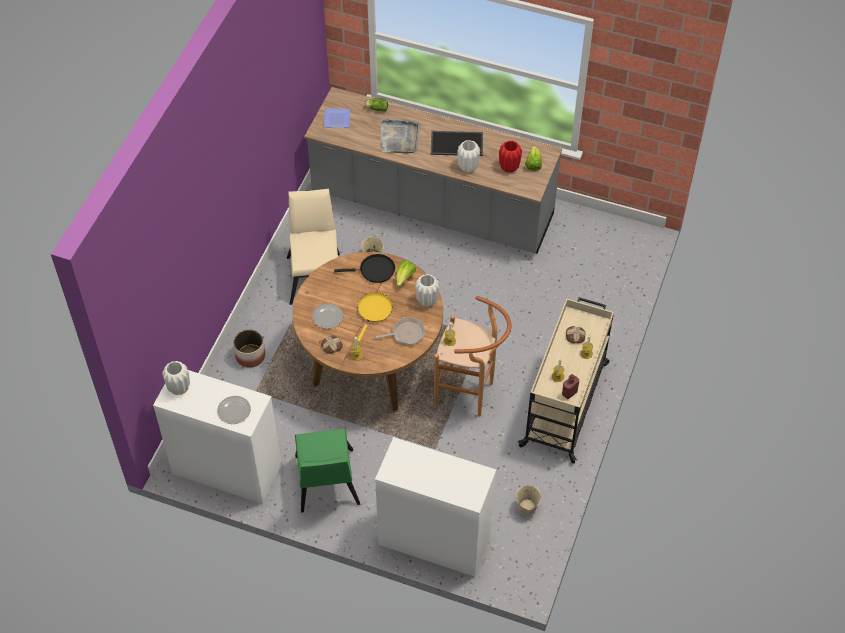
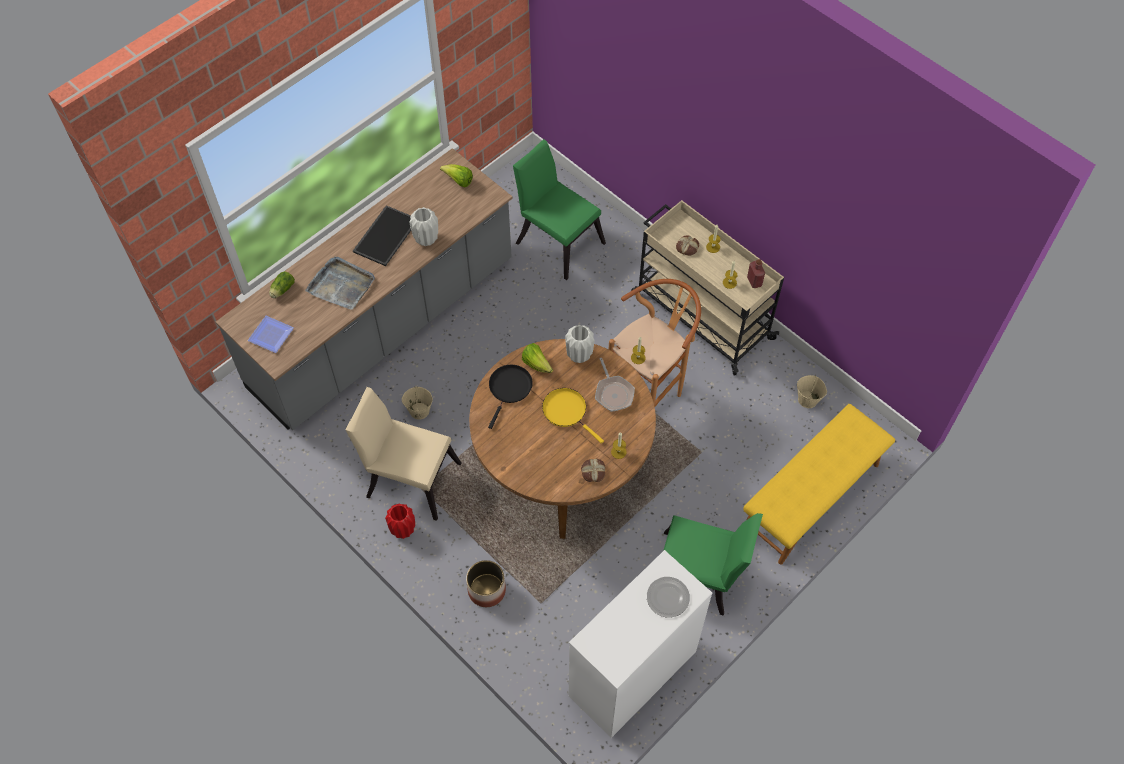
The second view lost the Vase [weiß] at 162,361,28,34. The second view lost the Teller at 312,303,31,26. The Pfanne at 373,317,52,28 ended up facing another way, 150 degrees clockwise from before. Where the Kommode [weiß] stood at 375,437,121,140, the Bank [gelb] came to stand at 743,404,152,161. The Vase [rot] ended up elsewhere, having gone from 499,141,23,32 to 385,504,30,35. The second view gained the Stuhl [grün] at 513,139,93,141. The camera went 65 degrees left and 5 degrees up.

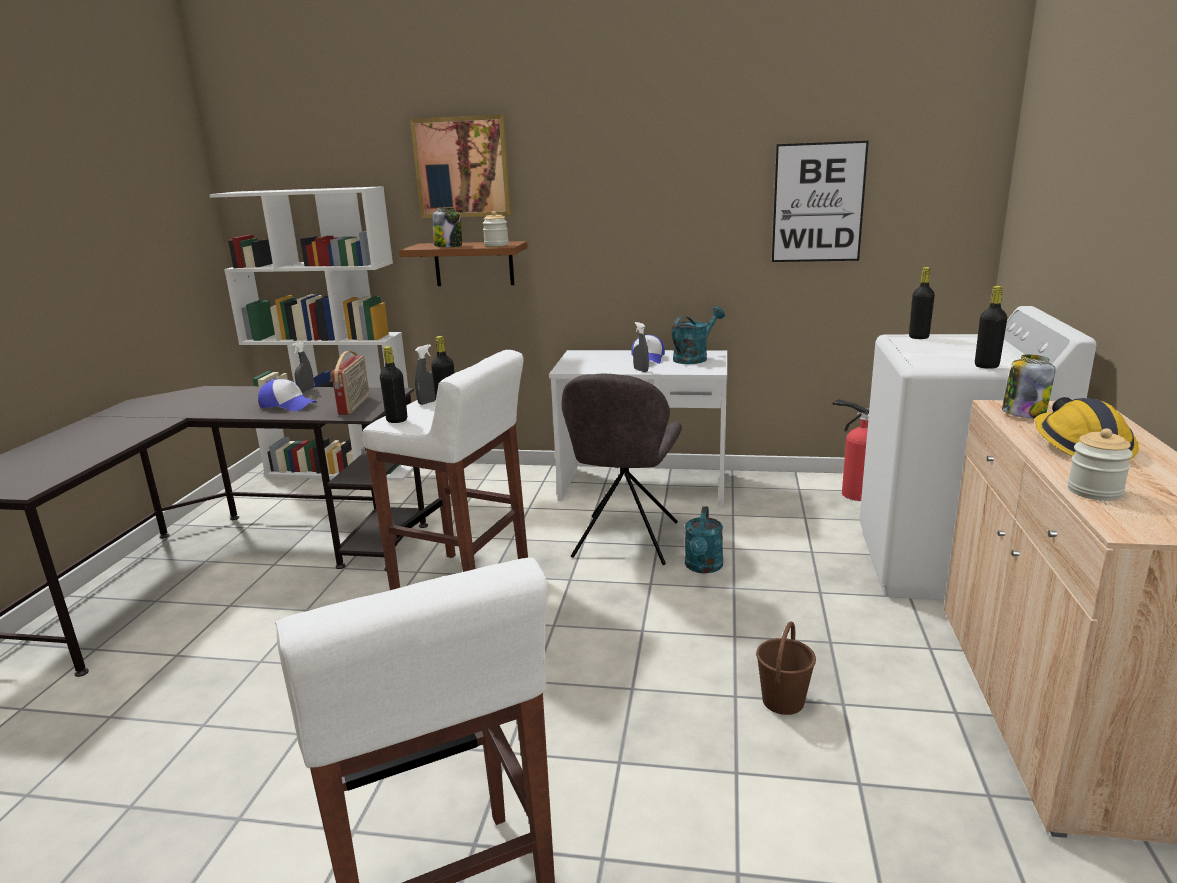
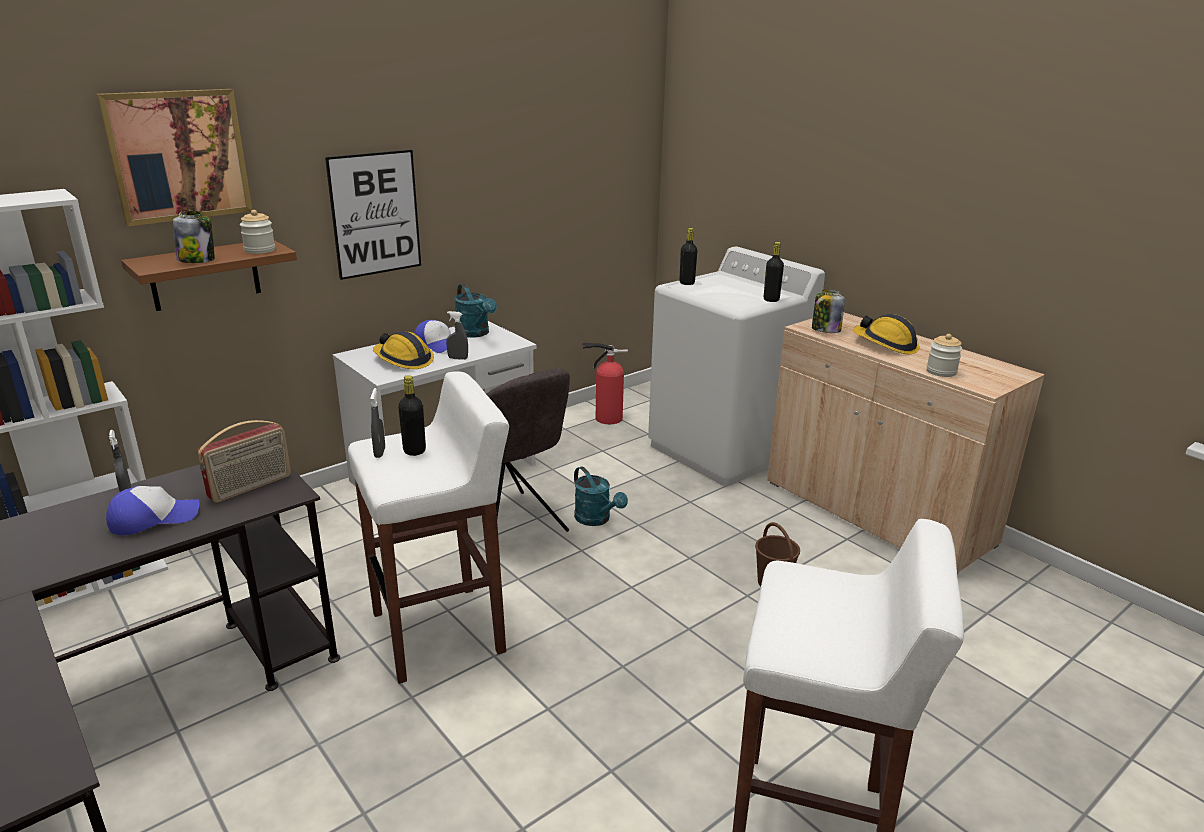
The Radio at 332,351,37,64 ended up facing another way, 90 degrees clockwise from before. The second view lost the Flasche [schwarz] at 380,346,27,77. The Gießkanne [türkis] at 672,306,53,58 ended up facing another way, 150 degrees clockwise from before. The Bild ended up elsewhere, having gone from 772,141,97,121 to 325,150,96,130. The second view gained the Schutzhelm at 373,331,61,38. The camera went 50 degrees left and 5 degrees up.

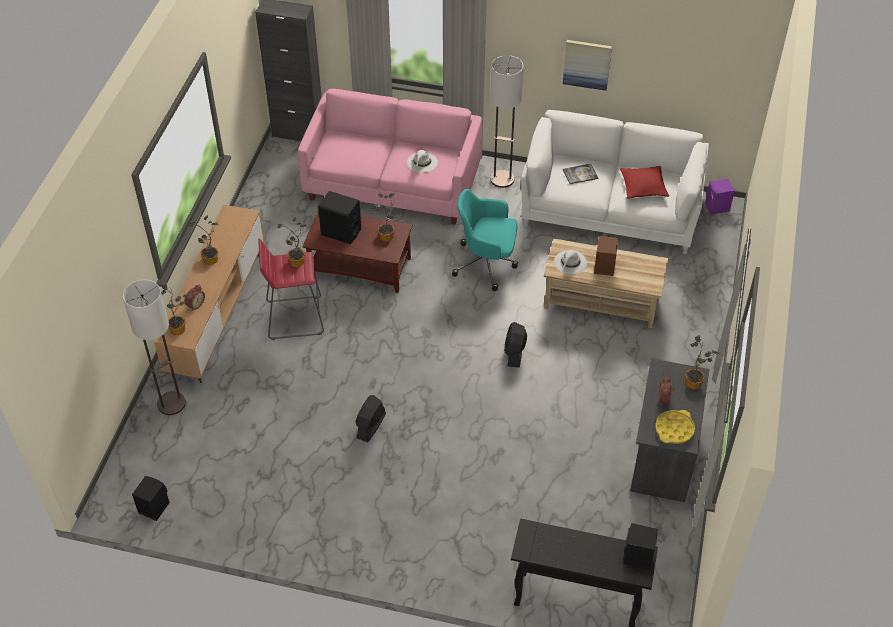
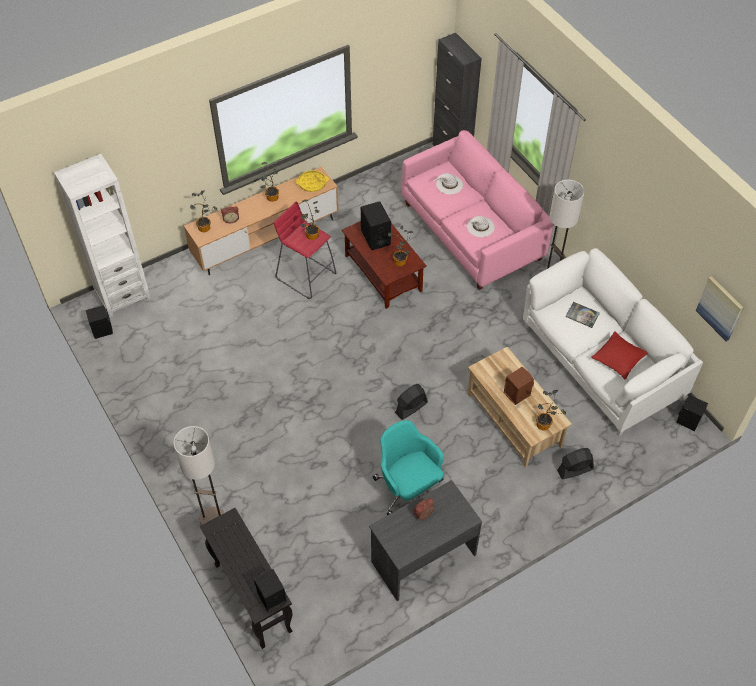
The Stehlampe ended up elsewhere, having gone from 123,280,63,135 to 173,426,51,99. The Ventilator [schwarz] ended up elsewhere, having gone from 355,395,31,48 to 557,448,37,31. The Bürostuhl [türkis] ended up elsewhere, having gone from 452,189,66,102 to 373,420,71,95. The Hut [weiß] ended up elsewhere, having gone from 554,250,33,24 to 433,173,30,21. The Bild ended up elsewhere, having gone from 563,40,49,51 to 696,276,48,65. The Tablett [gelb] ended up elsewhere, having gone from 655,410,40,34 to 296,170,33,22. The Topfpflanze ended up elsewhere, having gone from 685,335,34,54 to 536,390,30,41. What was the Lautsprecher [lila] at 705,179,30,36 turned into the Lautsprecher [schwarz] at 677,395,31,36. The second view gained the Bücherregal [weiß] at 54,154,97,163. The camera went 45 degrees right and 5 degrees up.

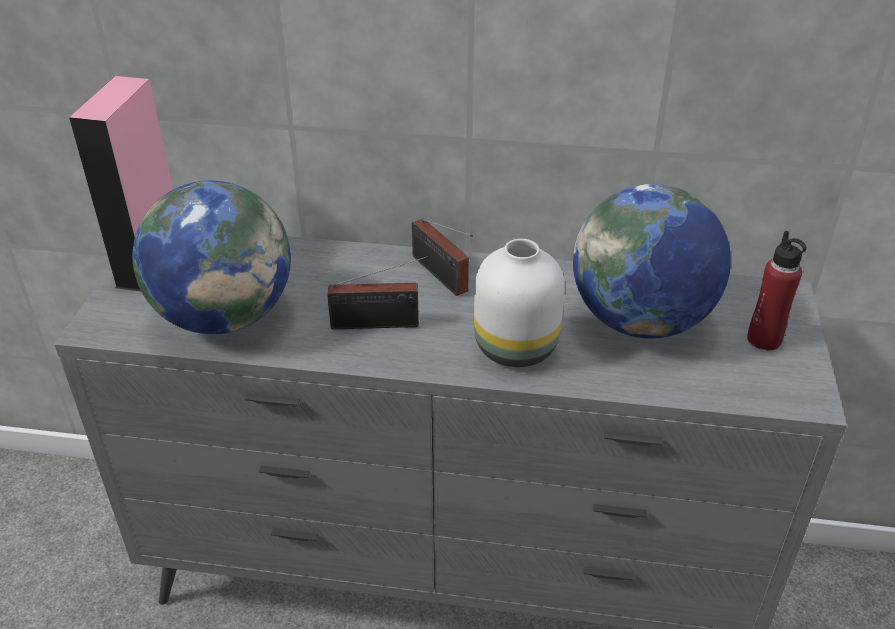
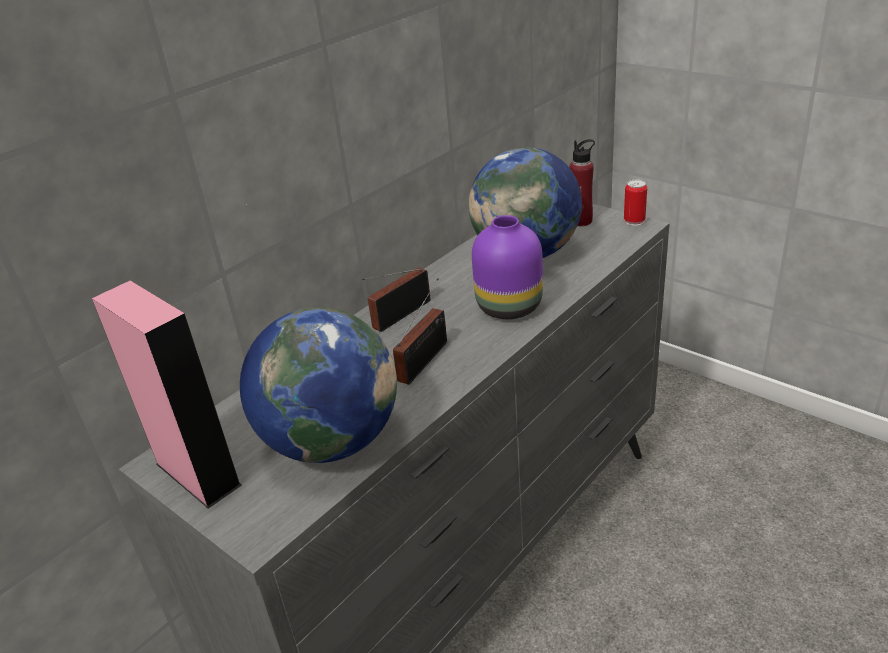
The Radio at 412,219,61,77 ended up facing another way, 135 degrees clockwise from before. What was the Vase [weiß] at 474,239,91,128 turned into the Vase [lila] at 472,215,71,104. The second view gained the Dose at 624,180,23,46. The camera went 55 degrees left and 5 degrees down.

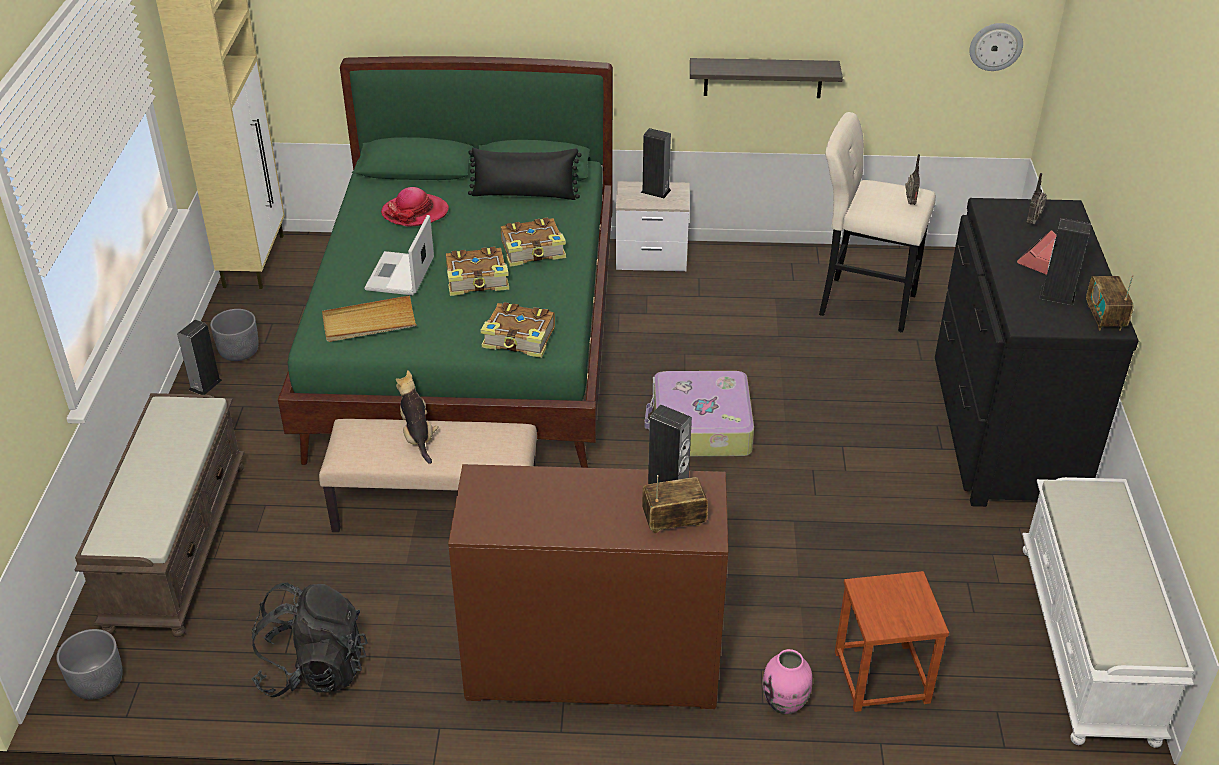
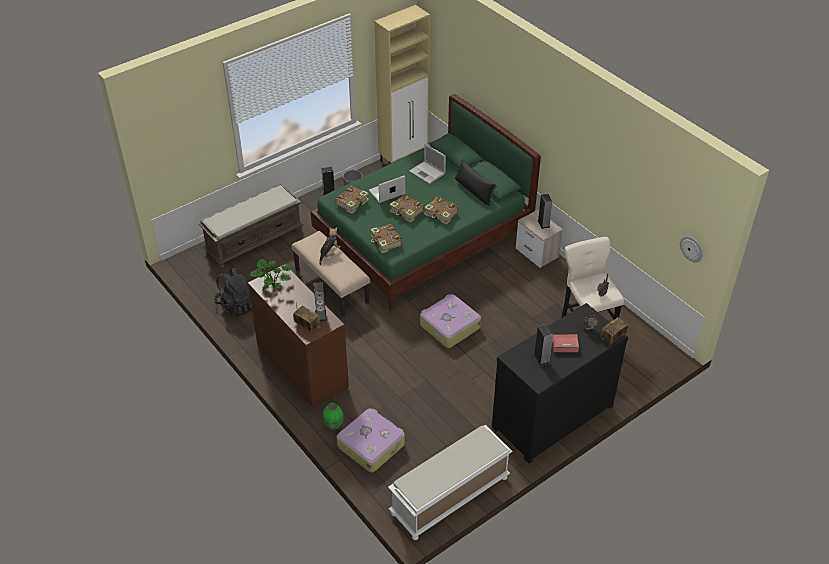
The second view lost the Pflanzkübel [grau] at 56,629,67,71. Where the Tablett [beige] stood at 322,295,95,47, the Buch came to stand at 335,186,34,28. Where the Hut stood at 381,187,68,39, the Laptop came to stand at 409,144,37,40. The second view lost the Wandregal at 690,58,153,40. What was the Vase [rosa] at 763,649,50,65 turned into the Vase [grün] at 323,403,21,27. Where the Hocker [braun] stood at 835,571,114,141, the Koffer came to stand at 337,408,68,65. The Radio ended up elsewhere, having gone from 1086,275,48,56 to 601,317,27,28. The second view gained the Topfpflanze at 249,259,43,32. The camera went 50 degrees right and 5 degrees up.

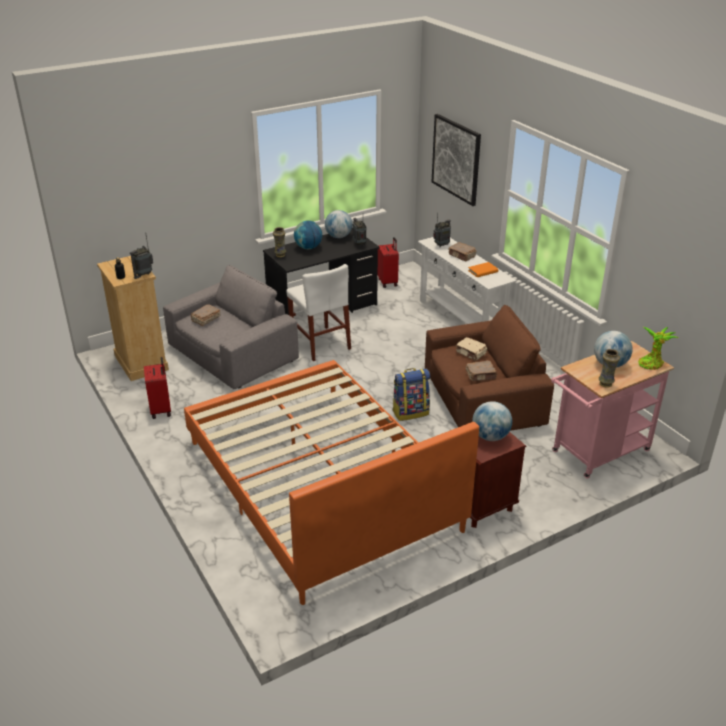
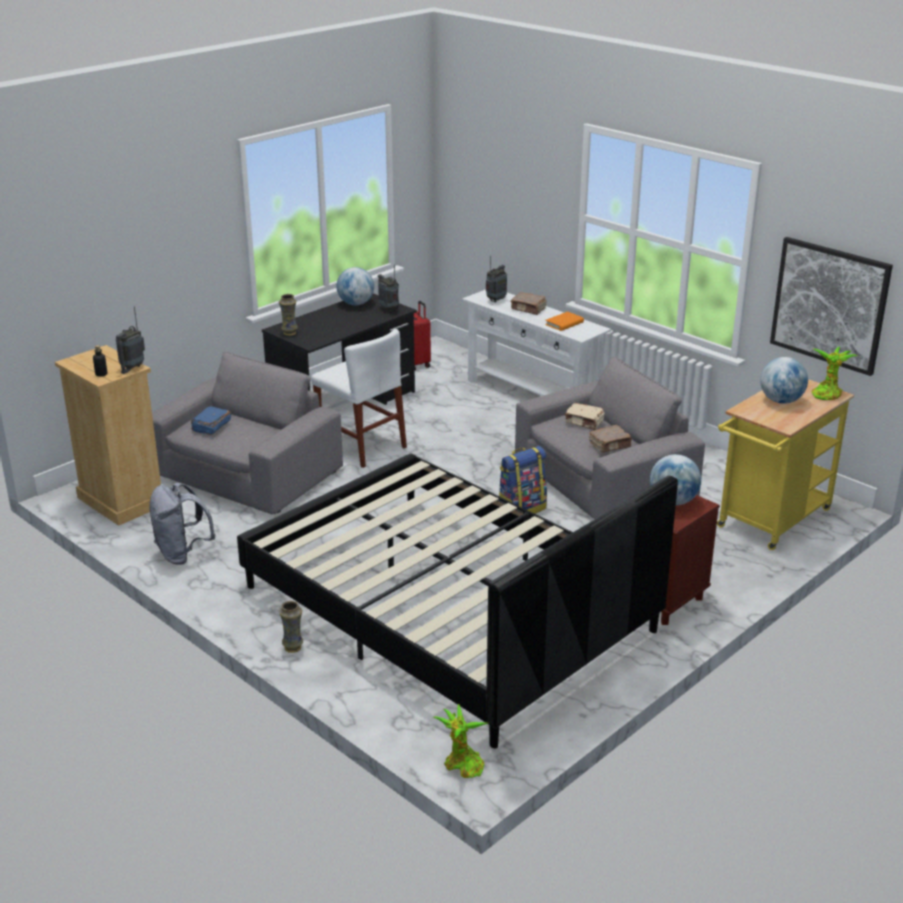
Where the Koffer [rot] stood at 144,357,27,62, the Rucksack [grau] came to stand at 149,483,66,82. What was the Bett [orange] at 184,360,295,245 turned into the Bett [schwarz] at 237,453,441,295. What was the Buch [braun] at 191,304,29,22 turned into the Buch [blau] at 191,407,40,29. The second view lost the Globus at 294,220,28,29. What was the Sessel [braun] at 425,305,129,126 turned into the Sessel [grau] at 515,357,190,163. The Bild ended up elsewhere, having gone from 432,114,49,92 to 770,237,123,139. What was the Rollwagen [rosa] at 551,341,123,138 turned into the Rollwagen [gelb] at 717,379,137,171. The Vase ended up elsewhere, having gone from 599,349,21,39 to 279,601,24,52. The second view gained the Topfpflanze at 433,704,55,74. The camera went 15 degrees left and 5 degrees down.

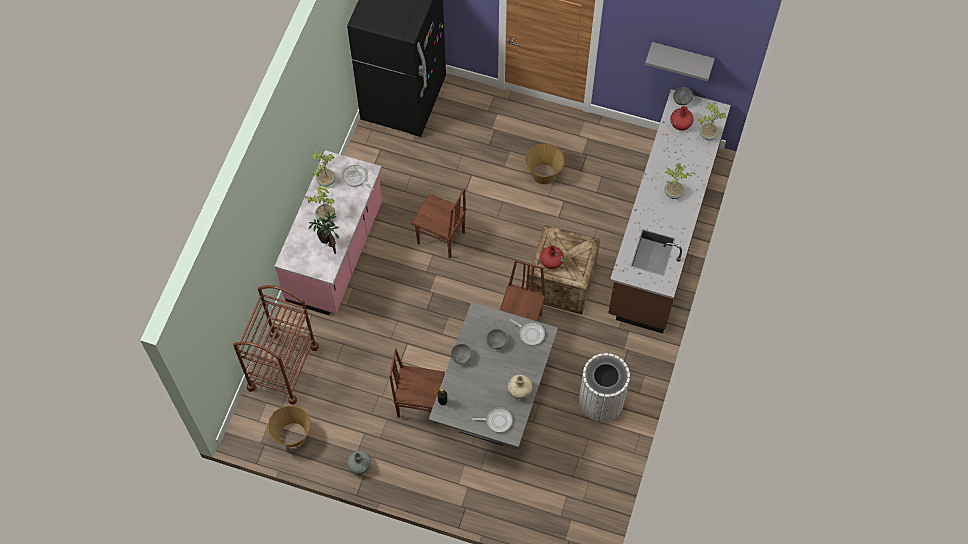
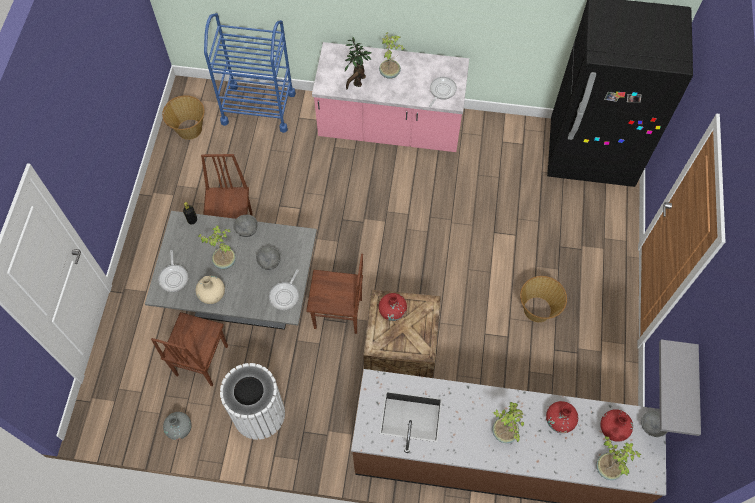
What was the Rollwagen [braun] at 233,285,86,120 turned into the Rollwagen [blau] at 204,13,92,120. The Topfpflanze ended up elsewhere, having gone from 312,150,24,37 to 198,225,38,44. The Vase [grau] ended up elsewhere, having gone from 347,451,24,24 to 163,412,29,28. The Stuhl [braun] ended up elsewhere, having gone from 412,188,55,70 to 151,312,77,74. The second view gained the Vase [rot] at 546,401,32,32. The camera went 80 degrees right and 0 degrees up.

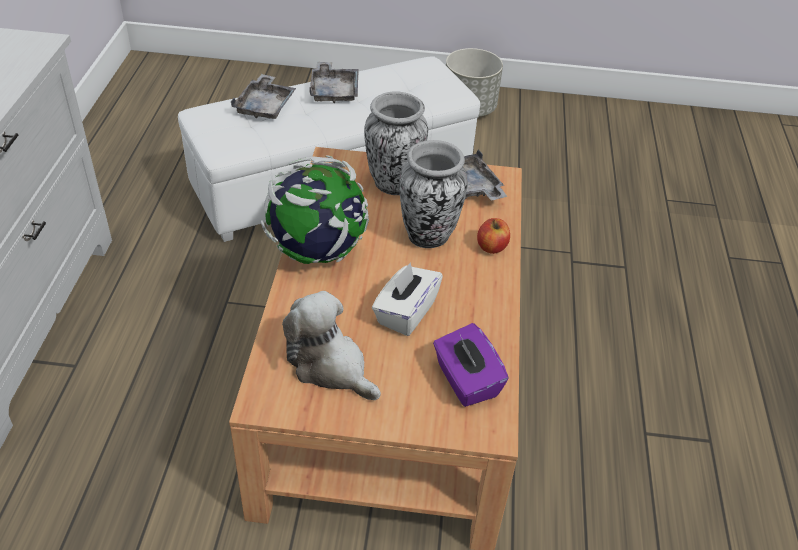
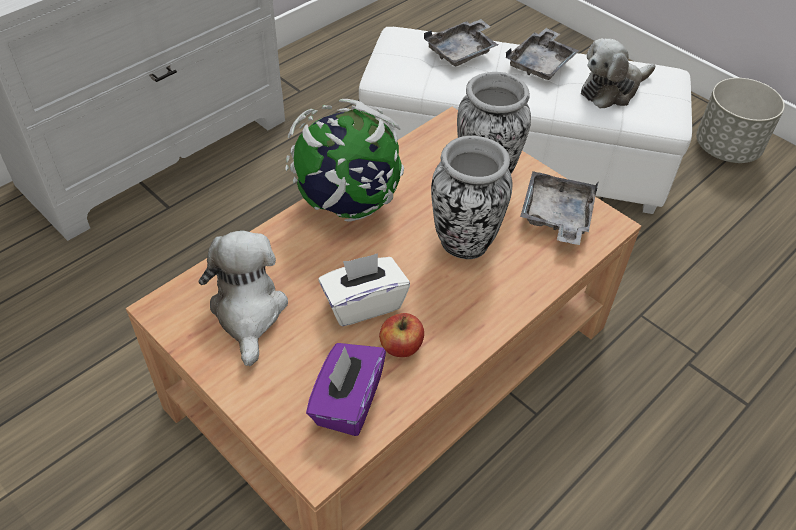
The Apfel ended up elsewhere, having gone from 477,218,33,36 to 379,313,45,44. The second view gained the Plüschtier at 581,38,74,71. The camera went 40 degrees right and 5 degrees up.

